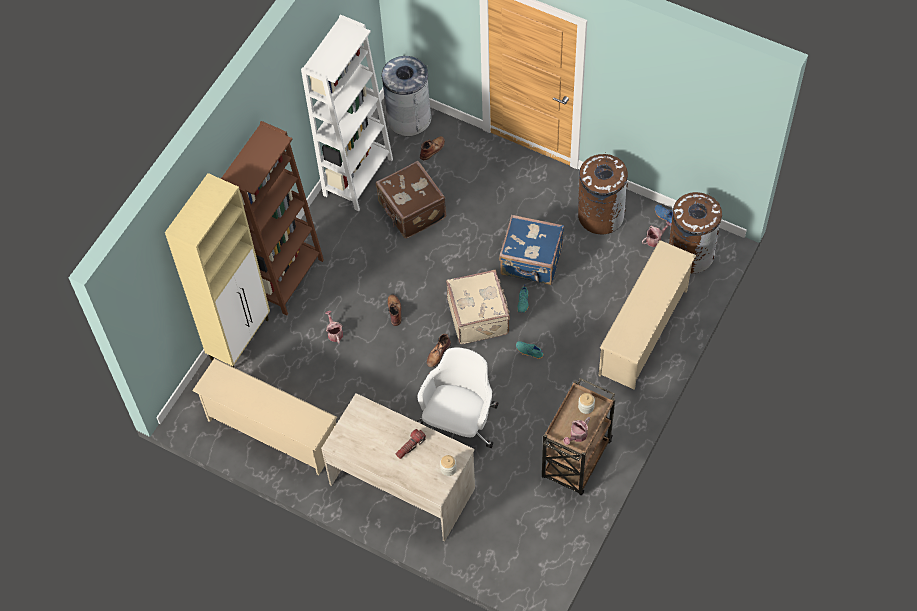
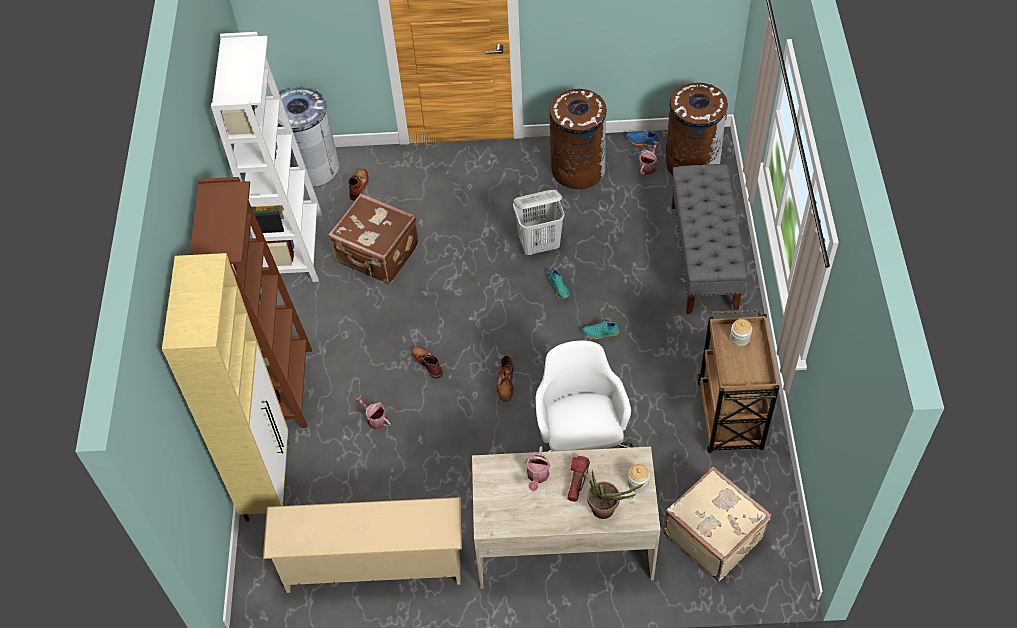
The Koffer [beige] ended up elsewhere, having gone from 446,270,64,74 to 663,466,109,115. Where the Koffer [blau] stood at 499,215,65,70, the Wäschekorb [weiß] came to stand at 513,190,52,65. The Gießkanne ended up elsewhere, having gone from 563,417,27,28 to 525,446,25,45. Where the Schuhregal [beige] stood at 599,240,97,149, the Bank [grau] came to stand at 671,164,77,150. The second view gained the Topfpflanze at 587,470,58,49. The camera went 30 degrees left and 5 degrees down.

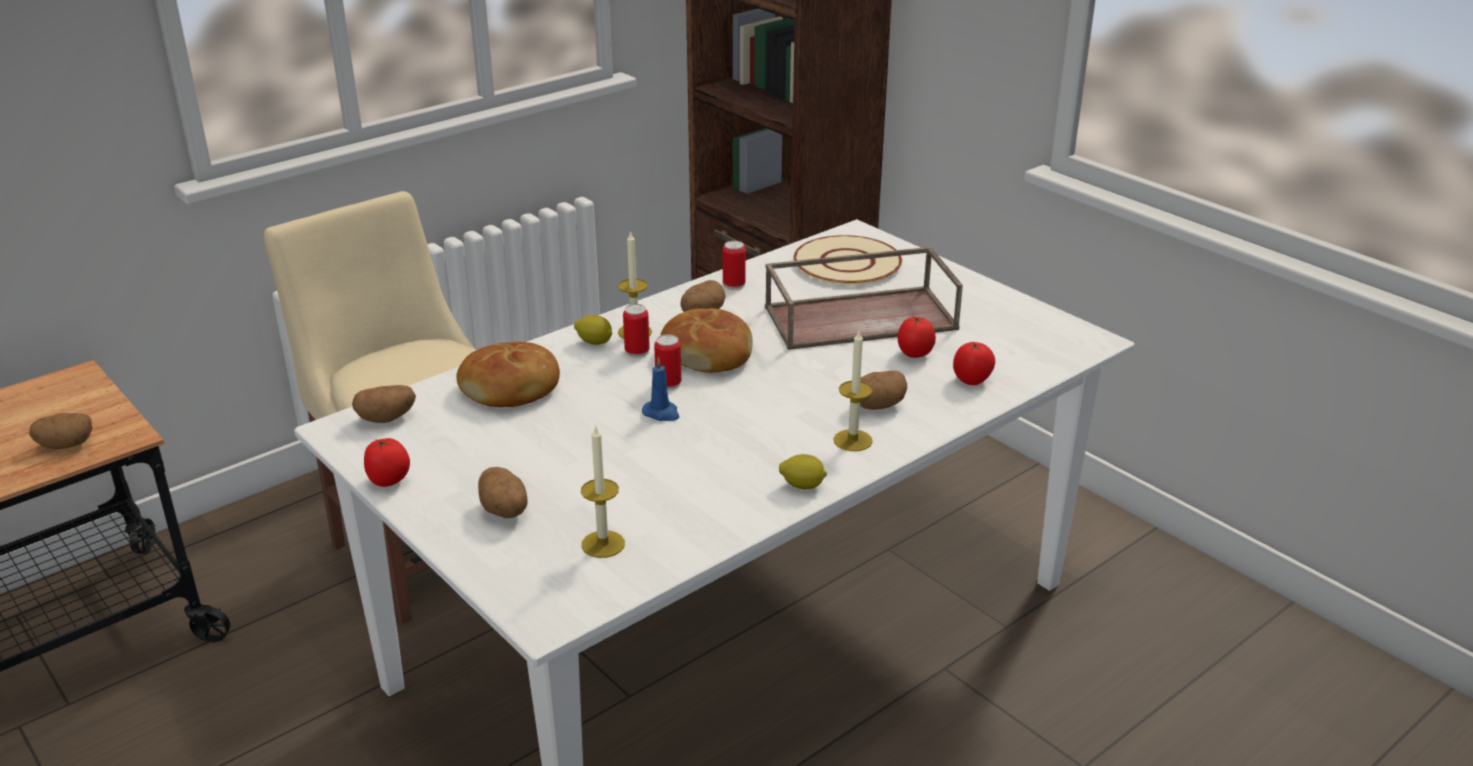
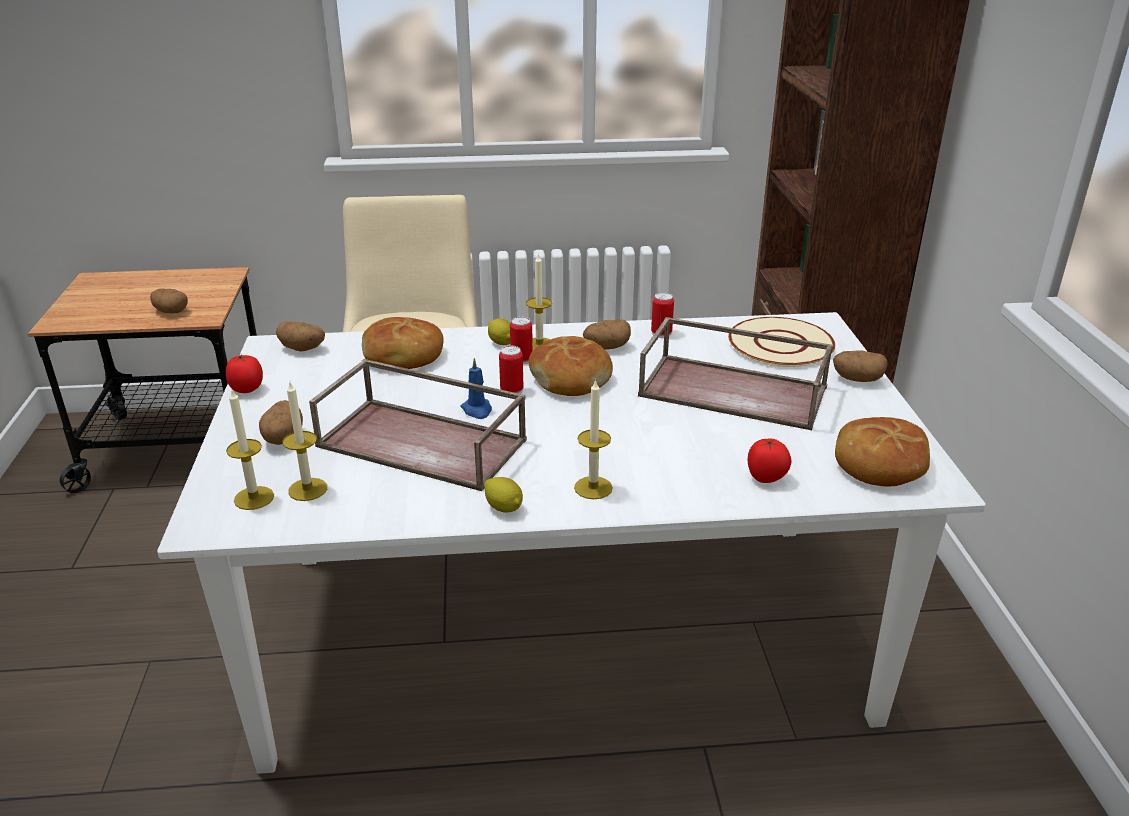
The Kartoffel ended up elsewhere, having gone from 860,371,47,39 to 833,350,55,32. The second view lost the Tomate at 898,316,38,42. The second view gained the Kerze at 226,390,48,120. The second view gained the Tablett [braun] at 309,359,218,132. The second view gained the Brot at 835,417,95,69. The camera went 35 degrees right and 0 degrees up.

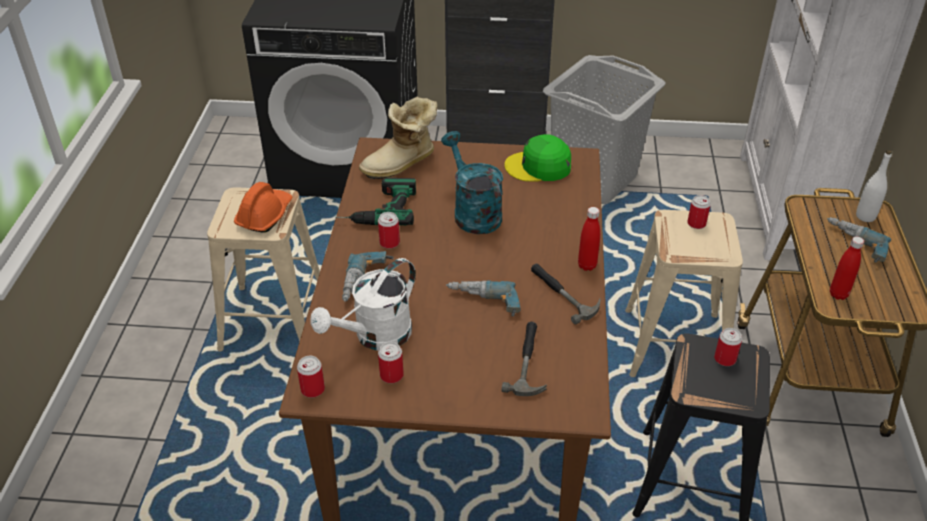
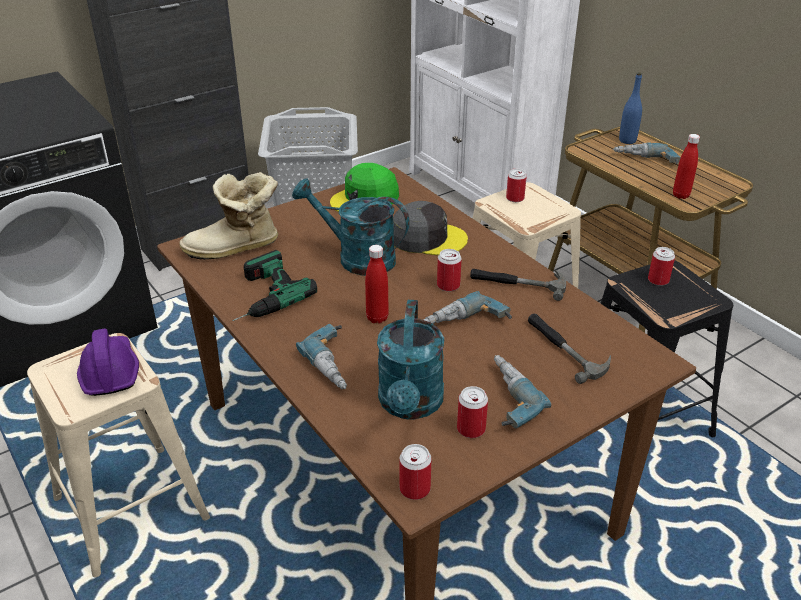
What was the Schutzhelm [orange] at 234,182,58,51 turned into the Schutzhelm [lila] at 77,328,62,68. What was the Gießkanne [weiß] at 311,258,104,93 turned into the Gießkanne [türkis] at 377,300,67,119. The Stiefel at 359,97,78,82 ended up facing another way, 60 degrees clockwise from before. The Dose ended up elsewhere, having gone from 378,212,22,37 to 437,249,25,42. The Flasche [rot] ended up elsewhere, having gone from 578,207,22,64 to 365,245,24,79. What was the Flasche [weiß] at 856,150,36,72 turned into the Flasche [blau] at 619,73,23,71. The second view gained the Kappe [grau] at 393,201,75,55. The second view gained the Bohrmaschine at 494,355,57,73. The camera went 40 degrees left and 5 degrees down.

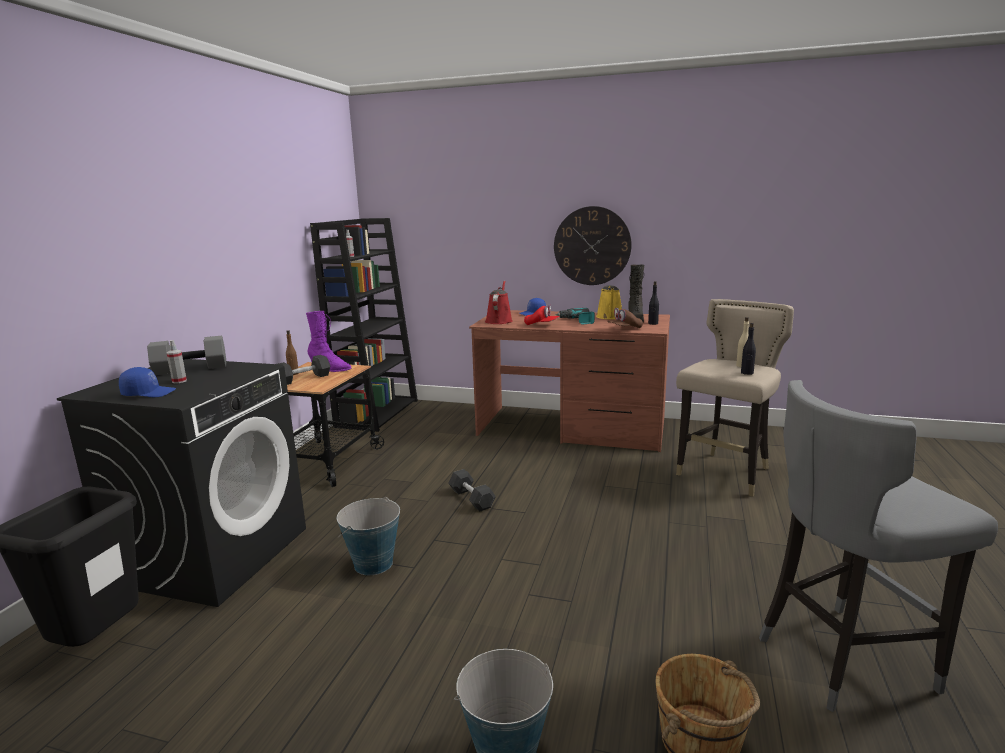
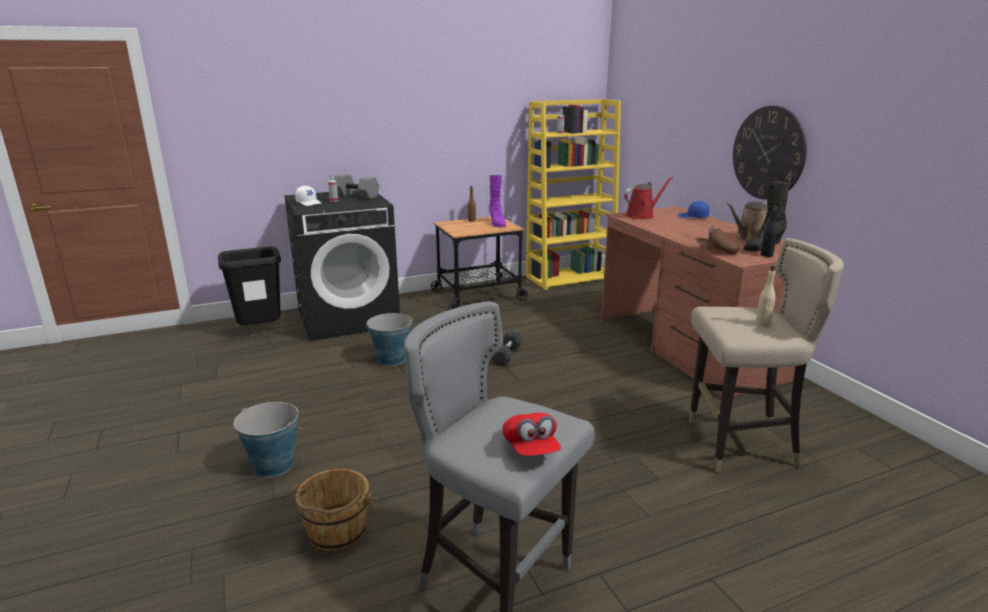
What was the Kappe [blau] at 119,367,57,30 turned into the Kappe [weiß] at 295,186,26,20. The second view lost the Hantel [grau] at 278,355,52,30. What was the Bücherregal [schwarz] at 310,218,108,214 turned into the Bücherregal [gelb] at 526,99,95,191. The Kappe [rot] ended up elsewhere, having gone from 524,304,36,21 to 502,413,59,43. The second view lost the Bohrmaschine at 555,308,40,17. What was the Gießkanne [gelb] at 596,285,26,34 turned into the Gießkanne [braun] at 726,201,41,40. The second view lost the Flasche [schwarz] at 741,322,15,53. The camera went 50 degrees right and 5 degrees up.

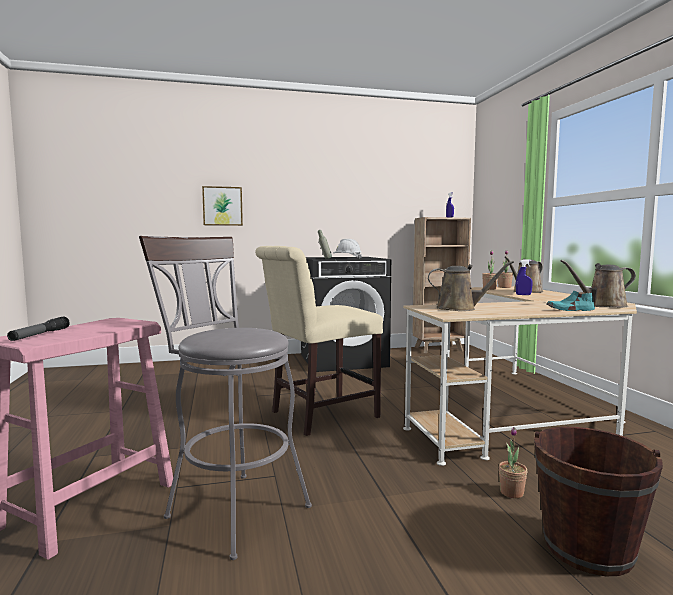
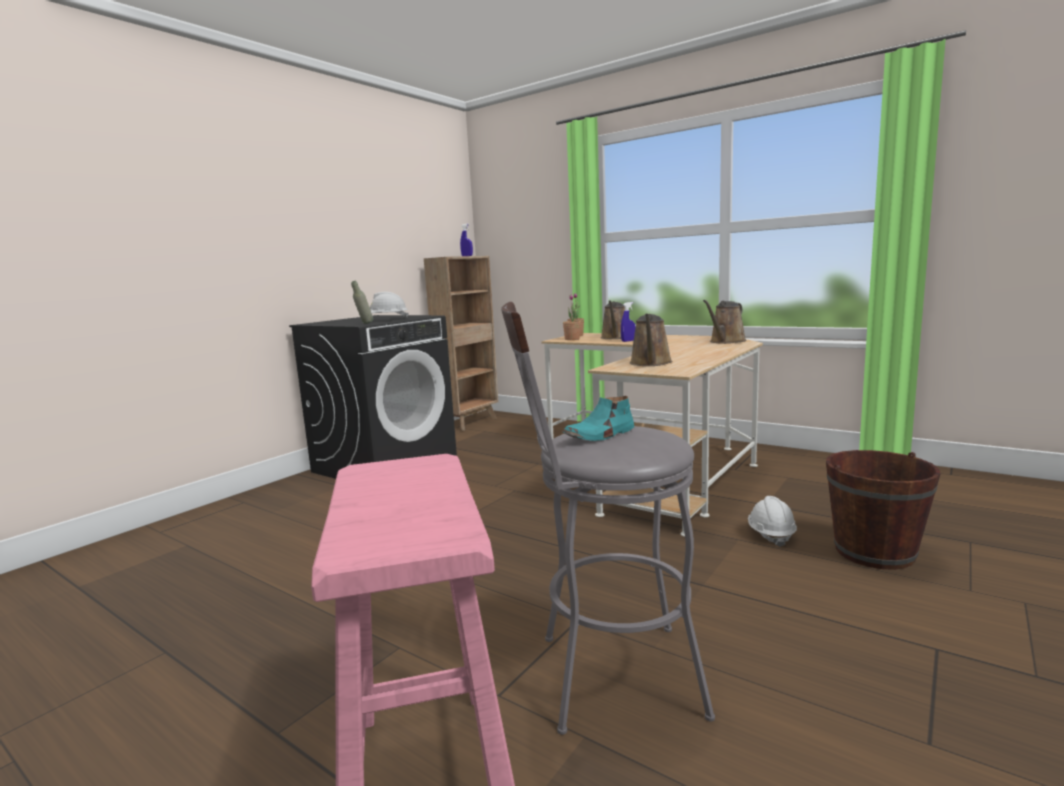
The second view lost the Taschenlampe at 7,316,63,25. The second view lost the Bild at 202,186,41,40. The second view lost the Stuhl [beige] at 255,246,128,190. The Gießkanne [braun] at 428,261,86,50 ended up facing another way, 135 degrees clockwise from before. Where the Topfpflanze stood at 499,427,28,71, the Schutzhelm [weiß] came to stand at 748,496,49,51. The Schuh [türkis] ended up elsewhere, having gone from 546,291,49,20 to 563,396,71,45. The camera went 40 degrees left and 5 degrees up.

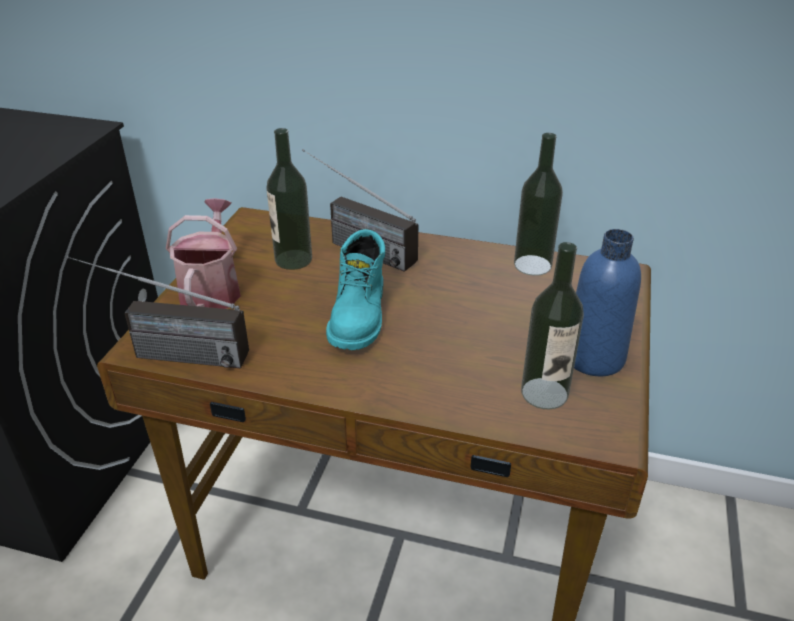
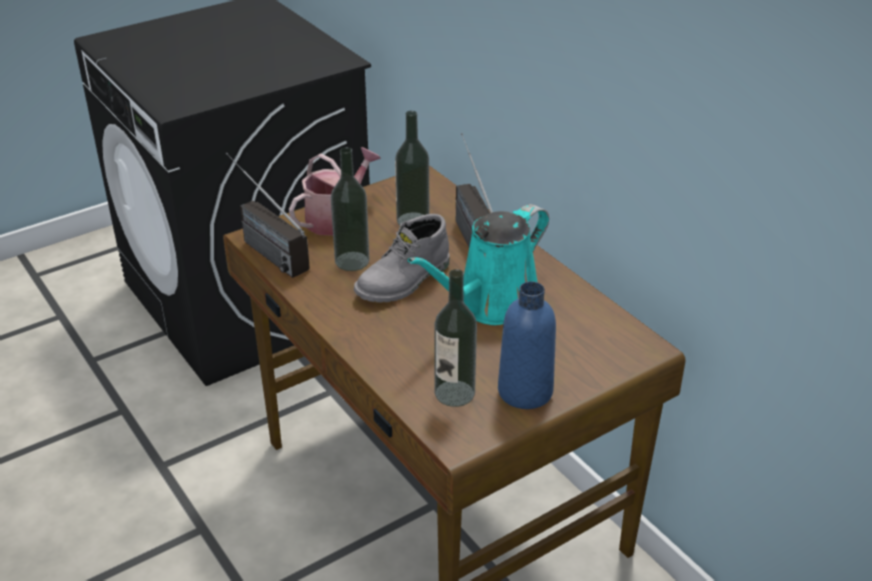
What was the Stiefel [türkis] at 326,229,59,121 turned into the Stiefel [grau] at 354,214,96,88. The Flasche ended up elsewhere, having gone from 514,133,49,143 to 331,147,39,124. The second view gained the Gießkanne [türkis] at 408,204,141,121. The camera went 40 degrees right and 0 degrees up.

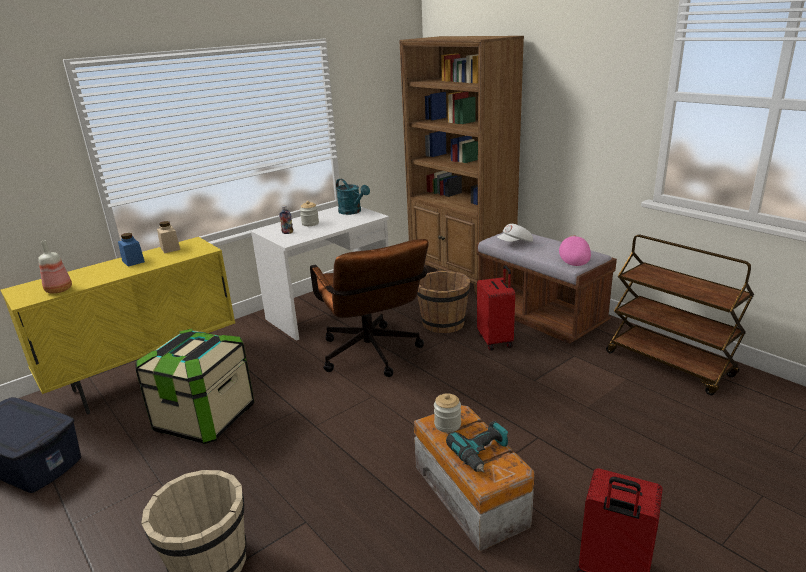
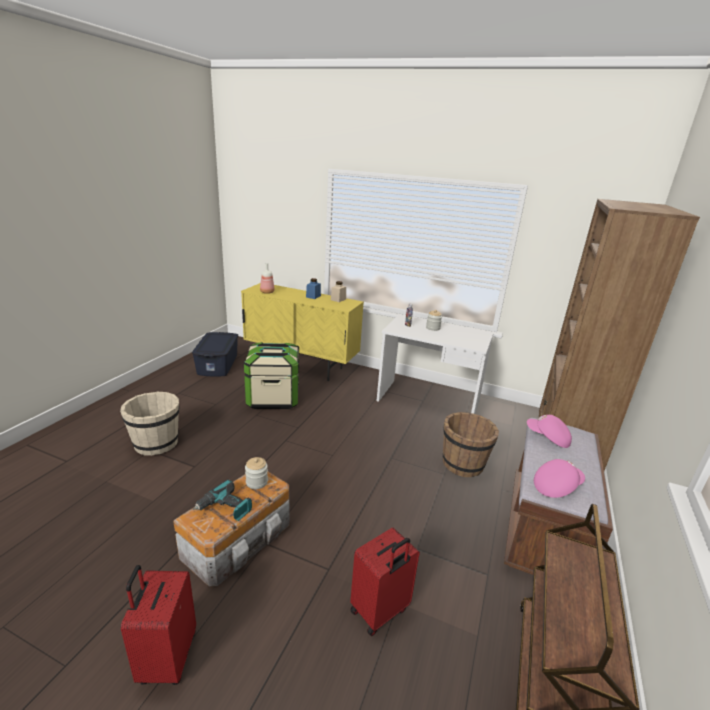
The second view lost the Bürostuhl [braun] at 310,239,119,138. The second view lost the Gießkanne [türkis] at 336,179,34,36. The Koffer [rot] ended up elsewhere, having gone from 477,265,38,86 to 350,528,70,108. What was the Kappe [weiß] at 497,224,36,18 turned into the Kappe [rosa] at 527,415,45,33. The camera went 60 degrees right and 0 degrees up.

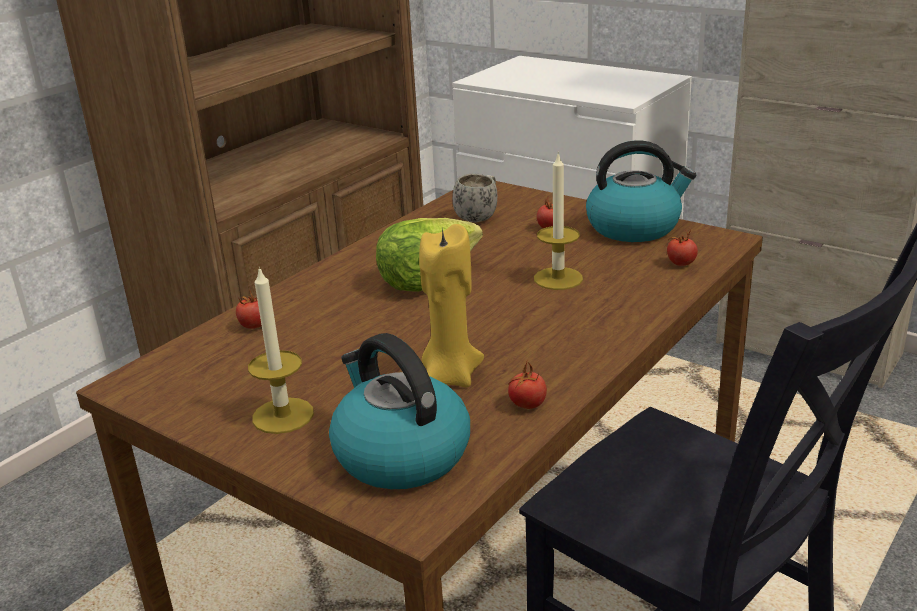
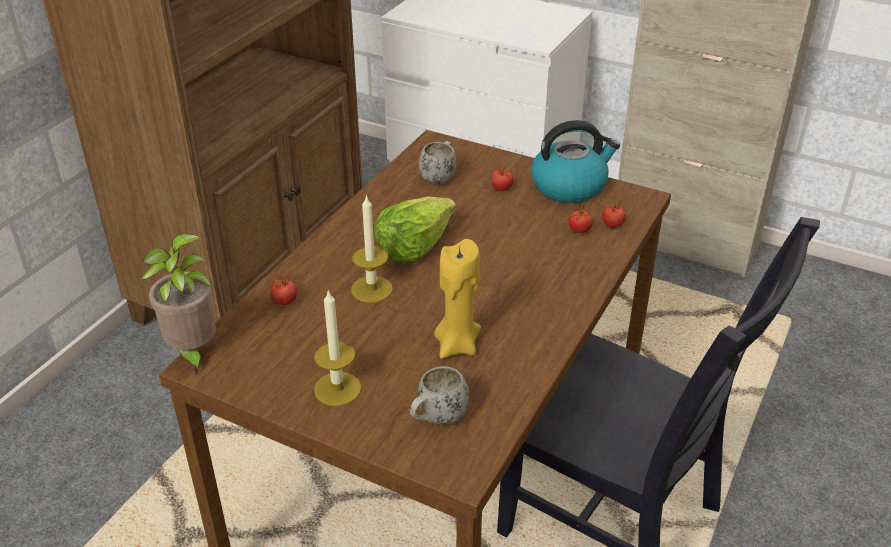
Where the Wasserkessel stood at 329,333,141,156, the Henkelbecher [weiß] came to stand at 410,366,59,59. The Tomate ended up elsewhere, having gone from 508,362,39,47 to 568,204,25,29. The Kerze ended up elsewhere, having gone from 534,153,49,137 to 351,195,42,108. The second view gained the Topfpflanze at 141,234,75,141. The camera went 10 degrees left and 10 degrees up.

